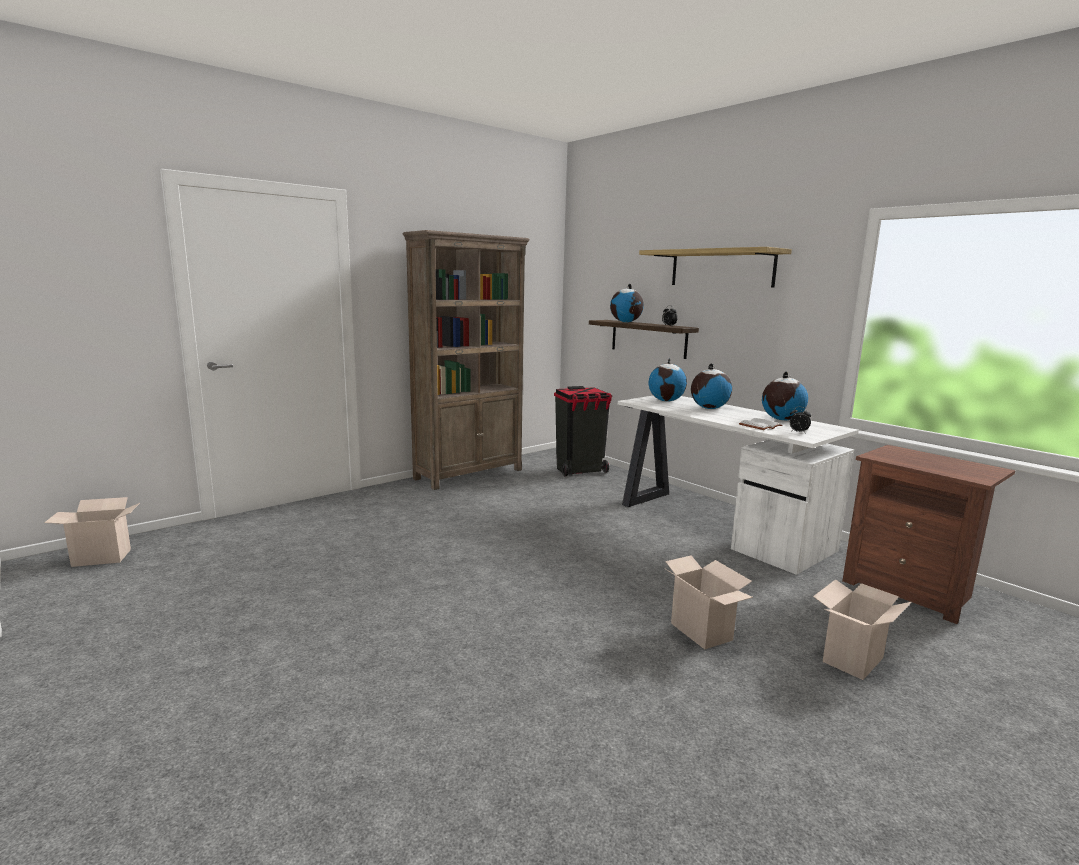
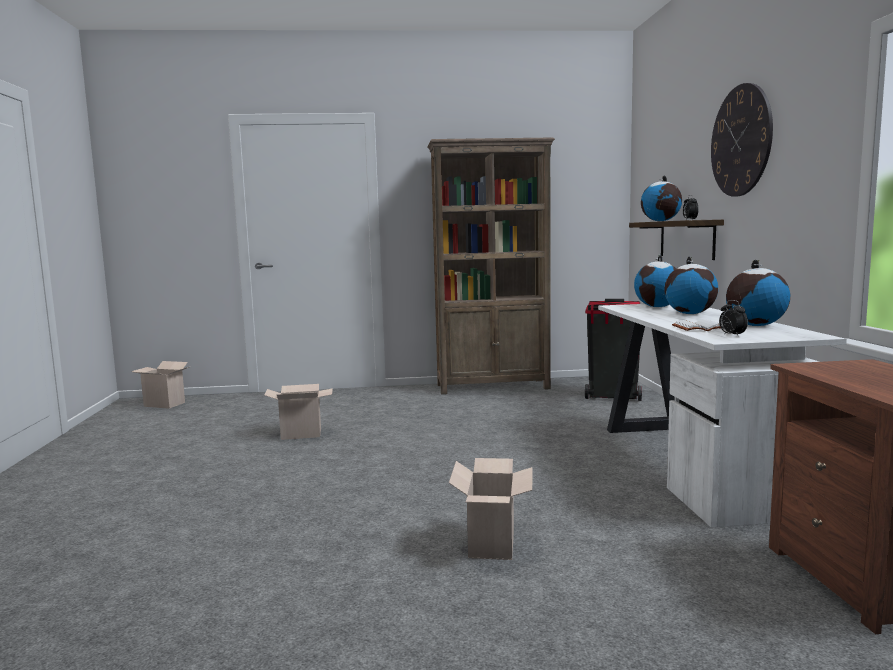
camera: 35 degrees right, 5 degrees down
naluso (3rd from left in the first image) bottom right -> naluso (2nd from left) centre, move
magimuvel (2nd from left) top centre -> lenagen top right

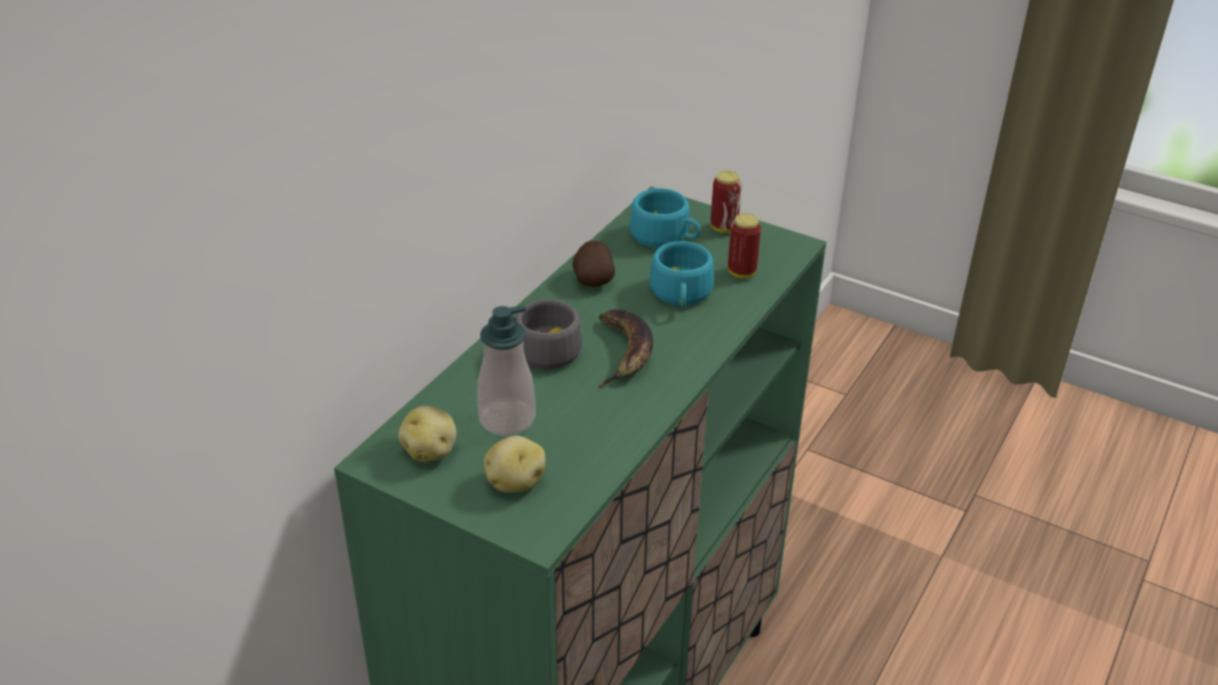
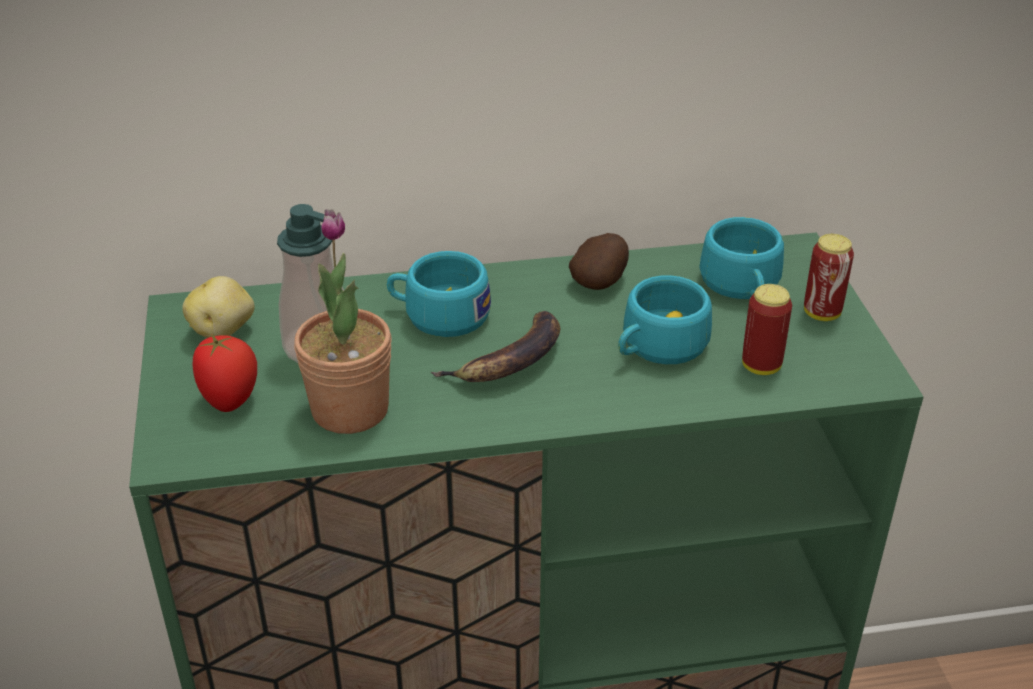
camera: 50 degrees right, 0 degrees up
none -> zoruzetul middle left
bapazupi (2nd from left) bottom centre -> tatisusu middle left
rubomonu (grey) centre -> rubomonu (turquoise) (1st from left) centre

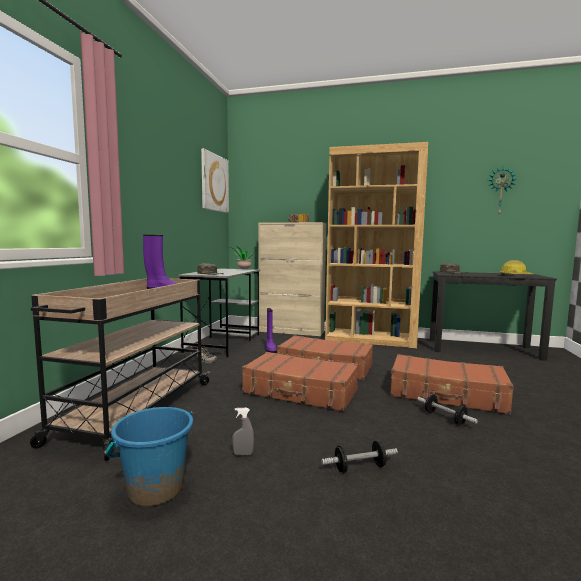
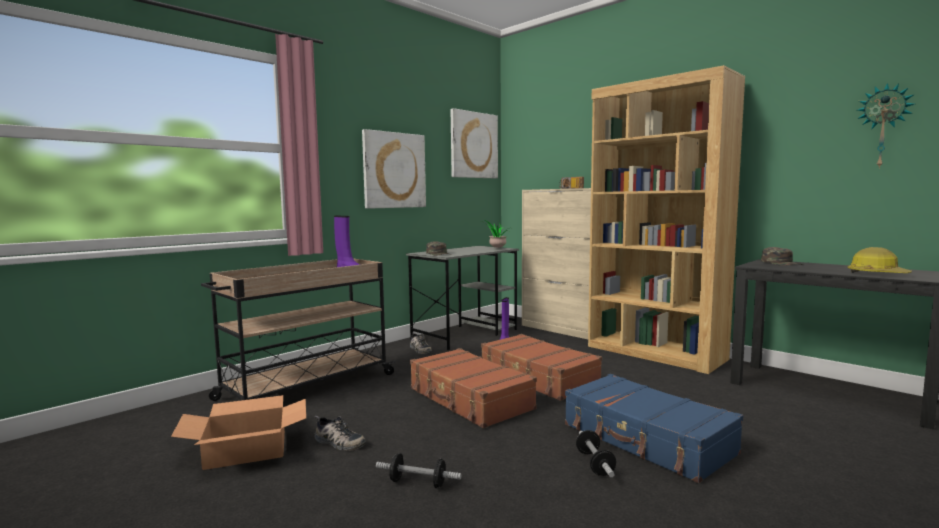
camera: 30 degrees right, 0 degrees up
none -> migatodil (1st from left) top centre
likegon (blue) bottom left -> naluso bottom left
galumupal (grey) bottom centre -> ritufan (1st from left) bottom centre
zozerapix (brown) (3rd from left) middle right -> zozerapix (blue) bottom right

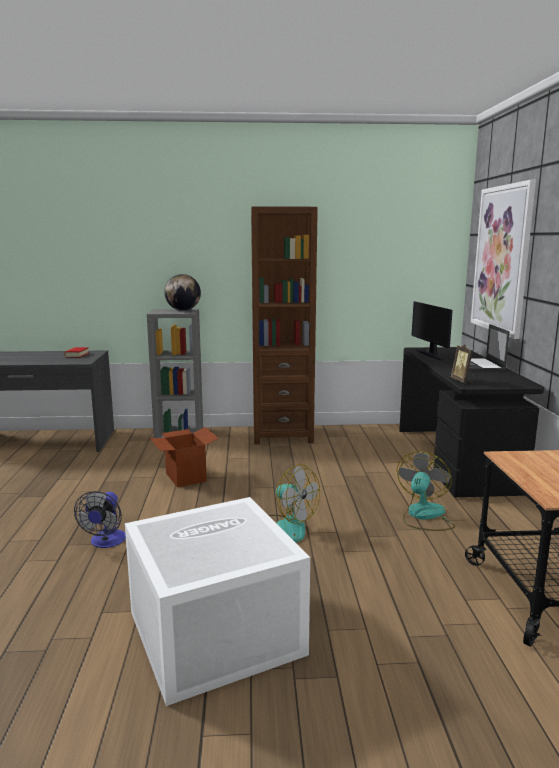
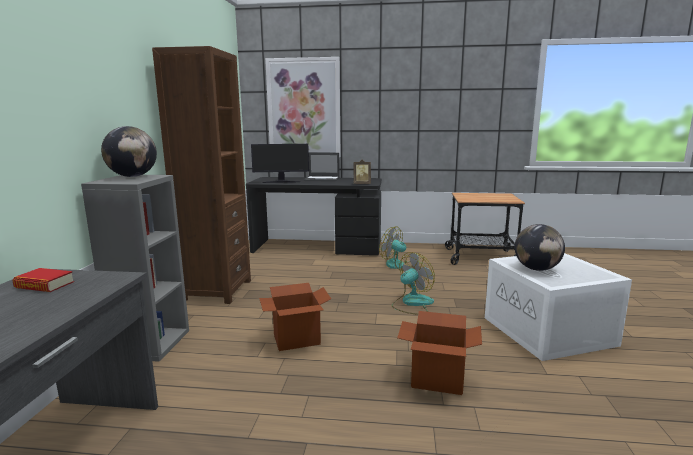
camera: 80 degrees left, 0 degrees up
none -> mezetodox (2nd from left) middle right
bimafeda (1st from left) bottom left -> naluso (2nd from left) bottom centre

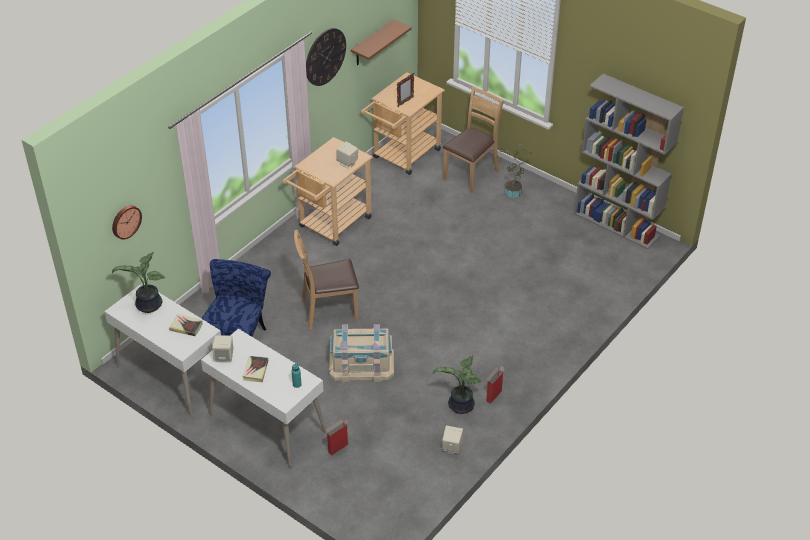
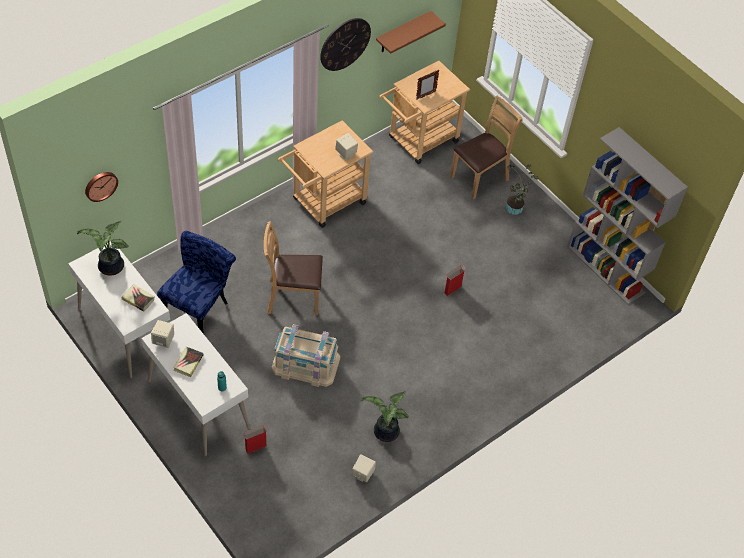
camera: 10 degrees right, 10 degrees up
naluso (2nd from left) bottom centre -> naluso (2nd from left) centre, move

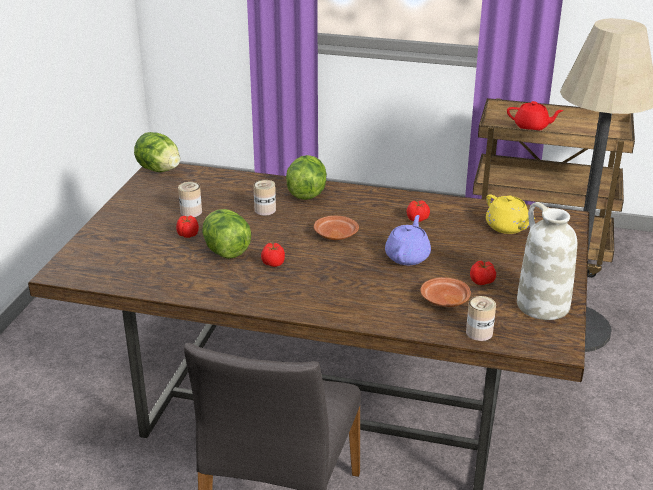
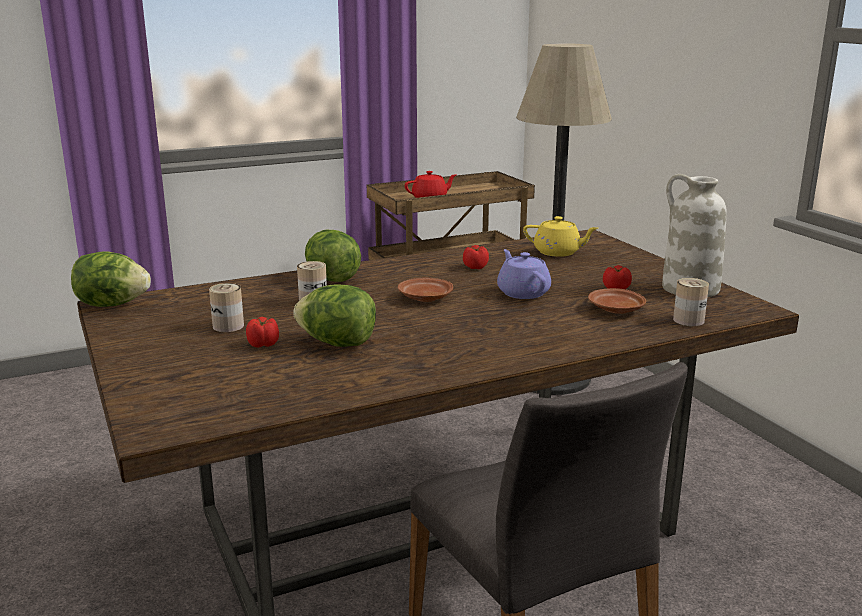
camera: 40 degrees left, 10 degrees down
tatisusu (2nd from left) centre -> none

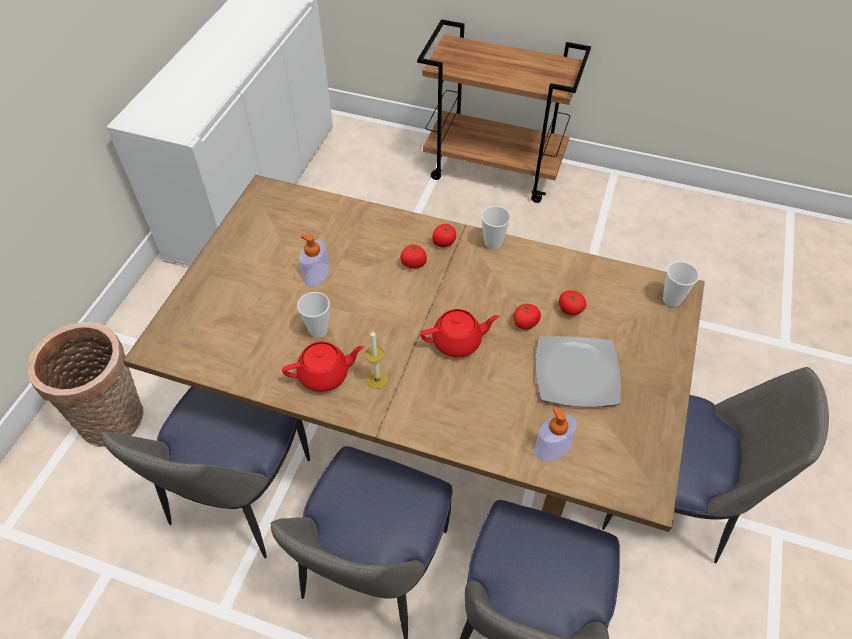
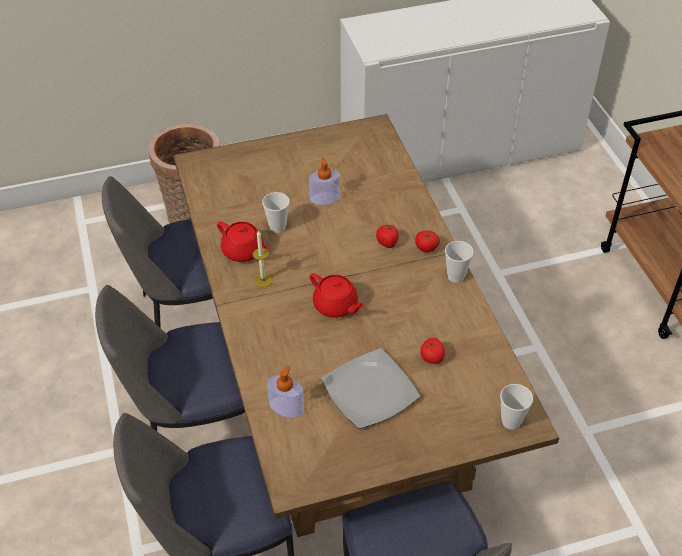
camera: 55 degrees right, 5 degrees down
tatisusu (3rd from left) centre -> none

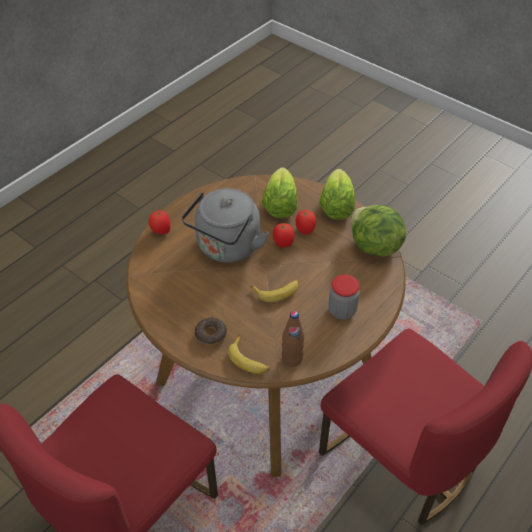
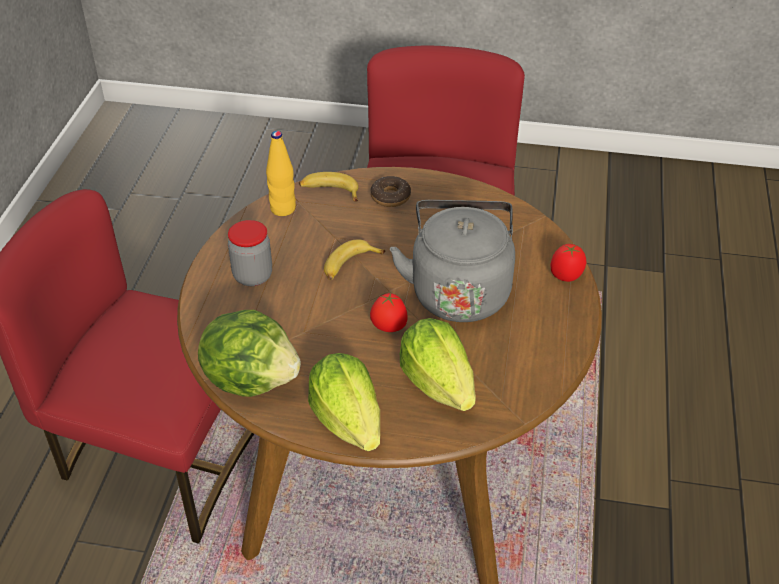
camera: 150 degrees right, 5 degrees down
tatisusu (3rd from left) centre -> none
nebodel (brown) centre -> nebodel (yellow) top centre

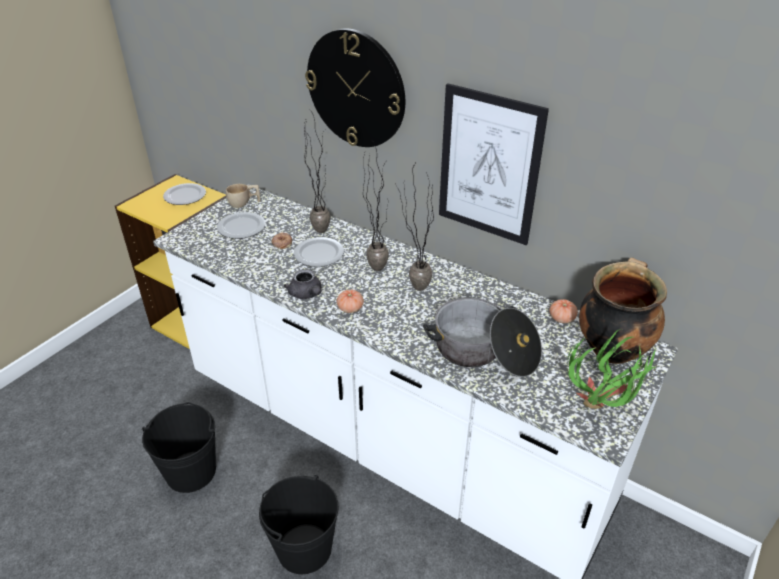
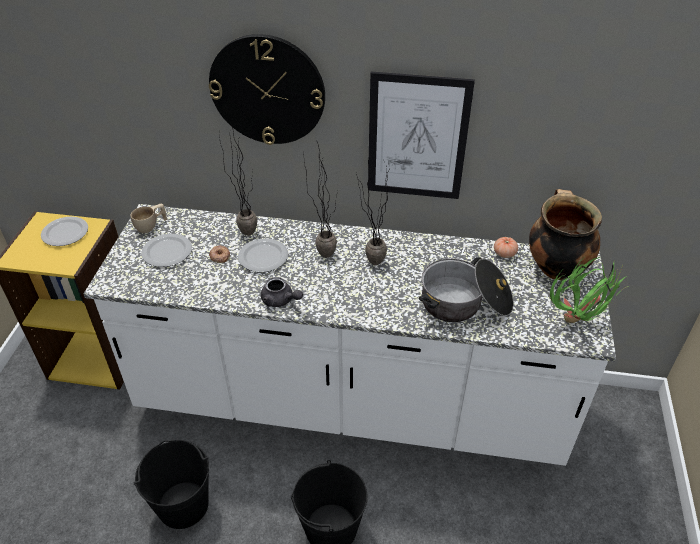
camera: 25 degrees left, 5 degrees up
tatisusu (1st from left) centre -> none

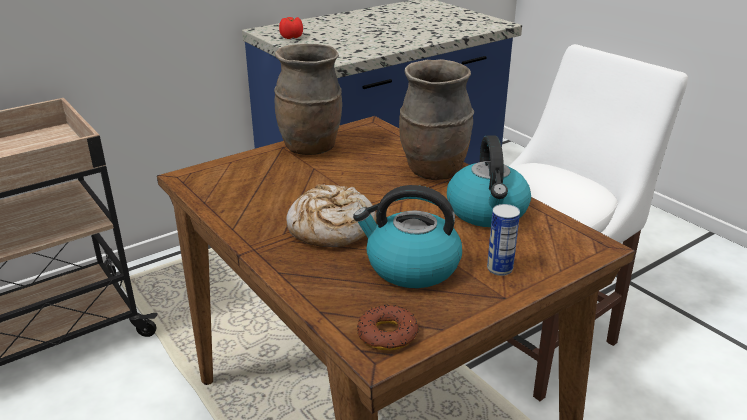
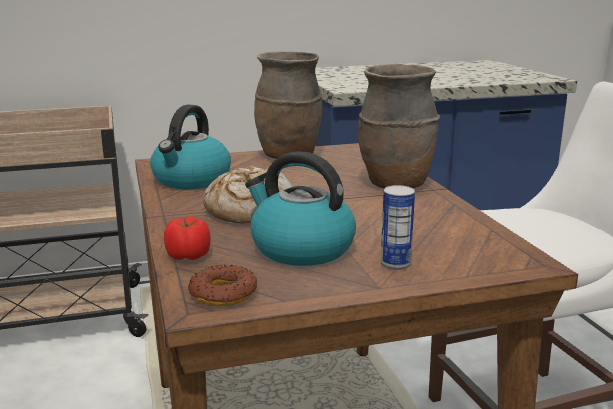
camera: 20 degrees right, 10 degrees down
tatisusu top centre -> tatisusu middle left, move
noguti (2nd from left in the first image) centre -> noguti (1st from left) middle left, move

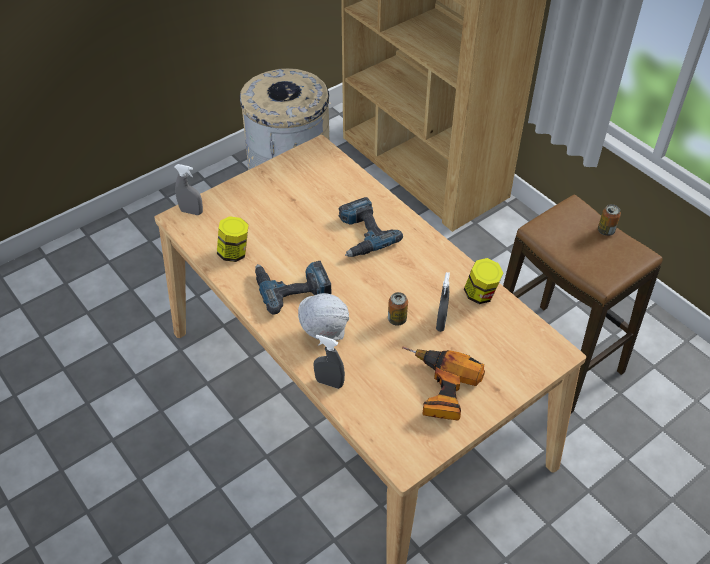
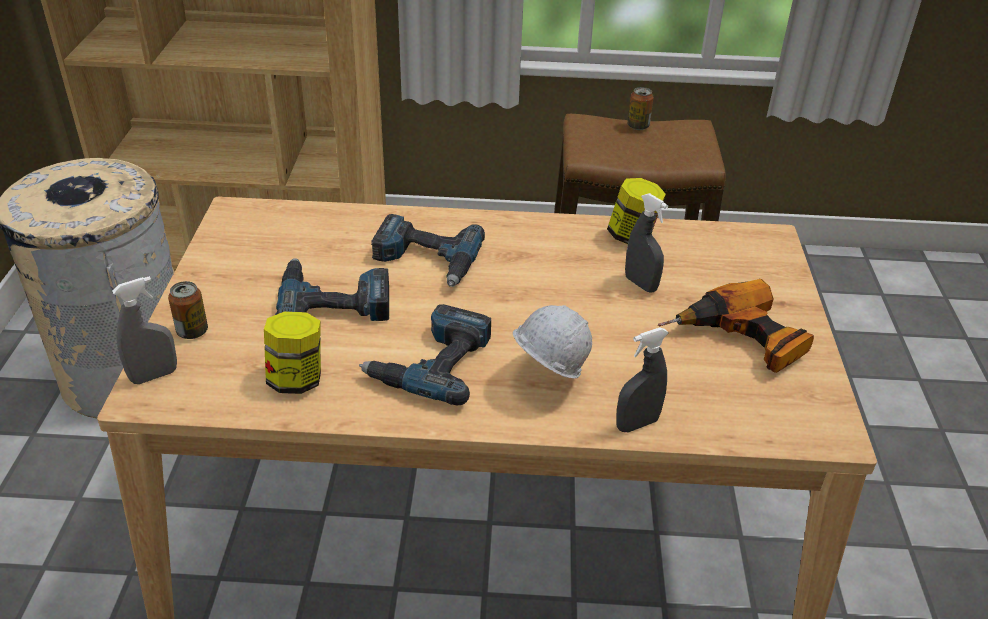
camera: 50 degrees left, 10 degrees down
none -> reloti (1st from left) centre
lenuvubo (1st from left) centre -> lenuvubo (1st from left) middle left, move

